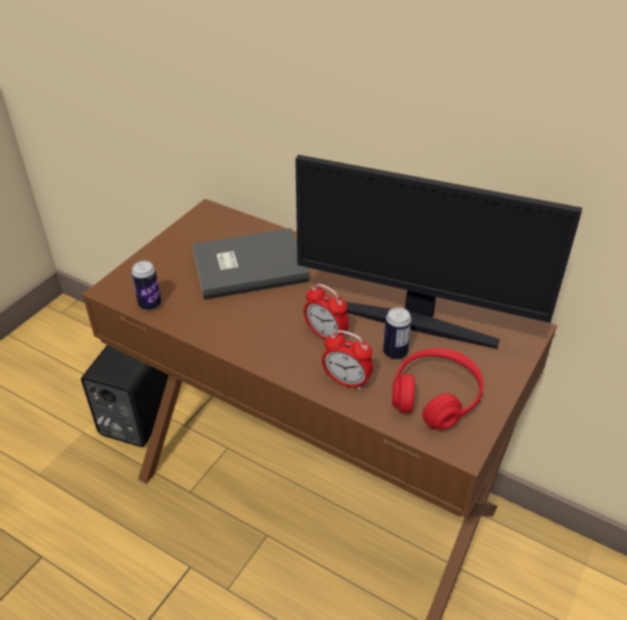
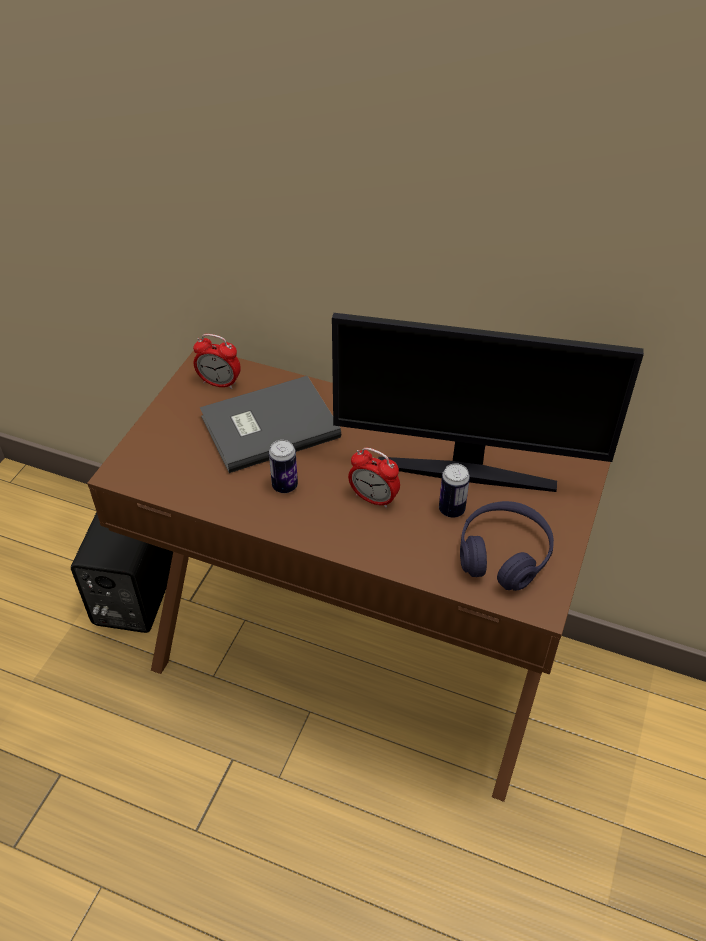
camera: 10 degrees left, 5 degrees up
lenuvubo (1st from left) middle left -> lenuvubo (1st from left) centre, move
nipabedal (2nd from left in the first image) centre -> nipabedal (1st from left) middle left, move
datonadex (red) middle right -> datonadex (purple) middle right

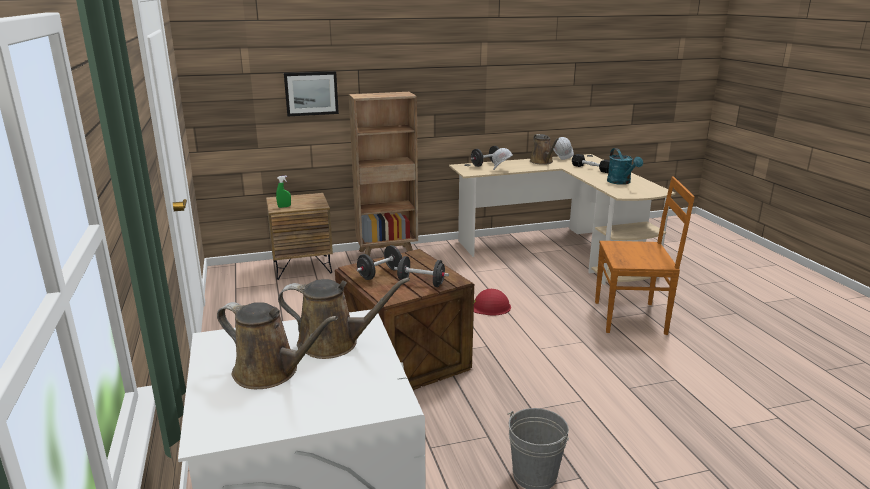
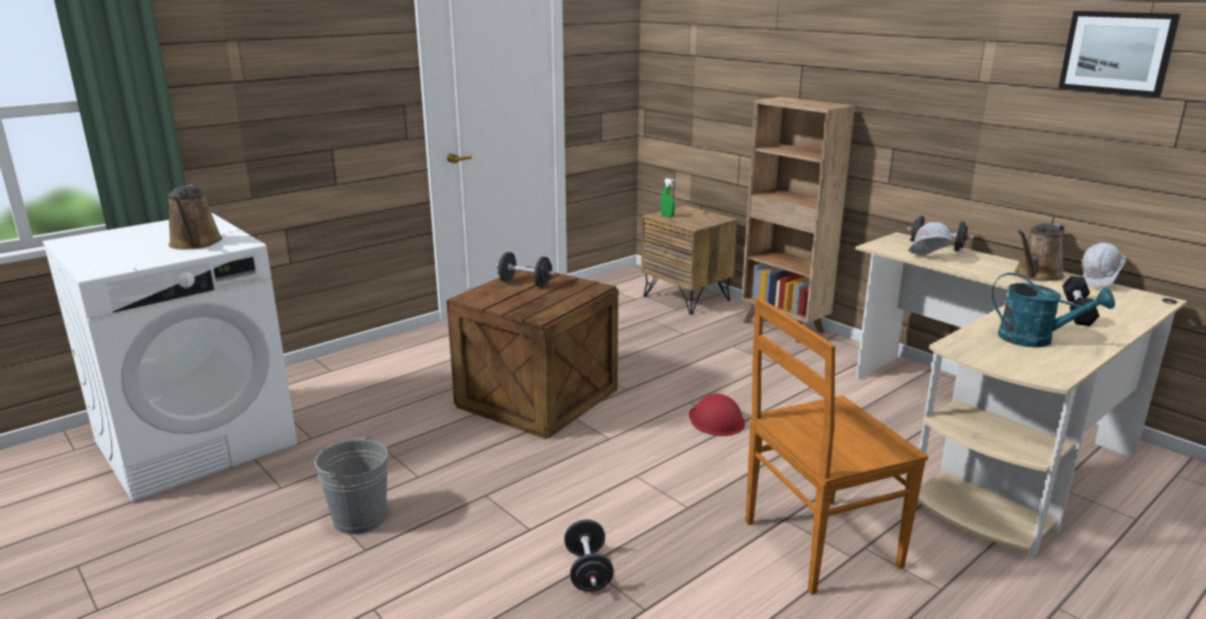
camera: 65 degrees right, 0 degrees up
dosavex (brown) (1st from left) bottom left -> none
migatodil top centre -> migatodil top right, move
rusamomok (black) (2nd from left) centre -> rusamomok (black) (2nd from left) bottom centre, move
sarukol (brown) middle right -> sarukol (brown) bottom right, 90 degrees clockwise
dosavex (turquoise) middle right, 105 degrees counterclockwise

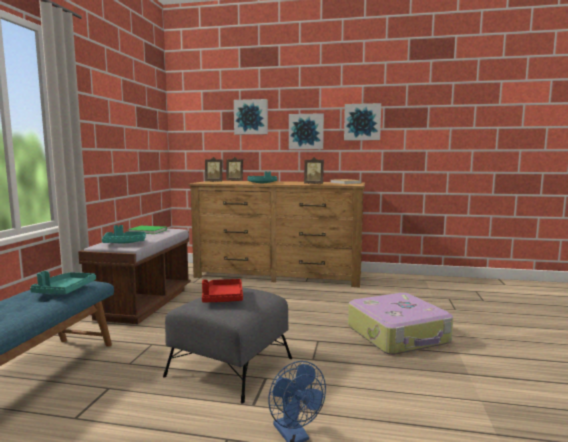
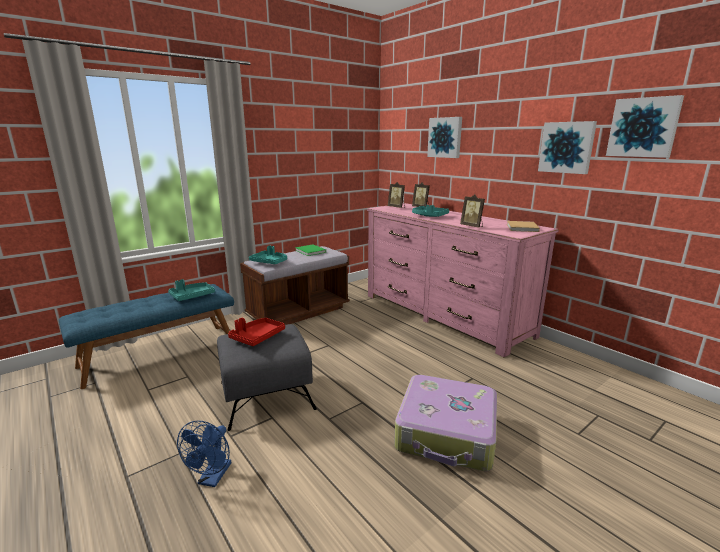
camera: 40 degrees right, 10 degrees up
migatodil (2nd from left in the first image) top centre -> migatodil (3rd from left) top right, move
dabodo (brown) centre -> dabodo (pink) centre

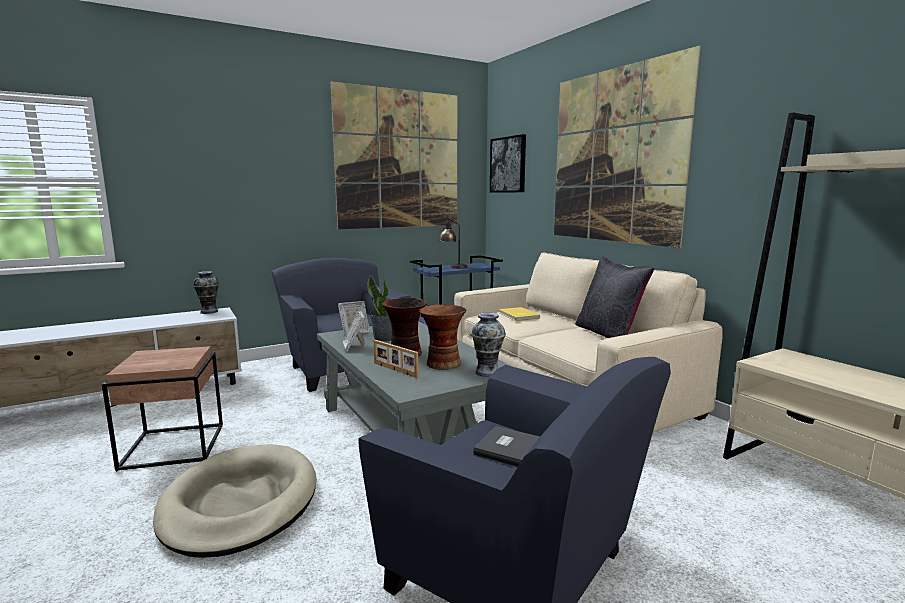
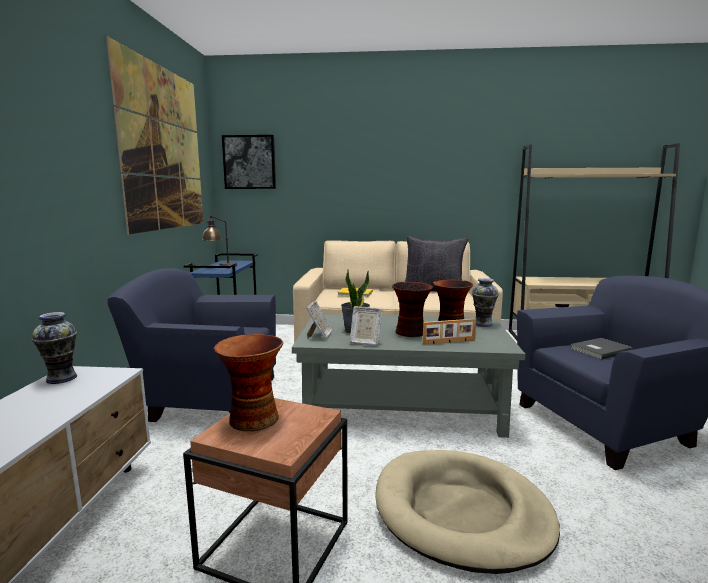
camera: 55 degrees left, 0 degrees up
migatodil (3rd from left) top right -> none
none -> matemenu (2nd from left) centre

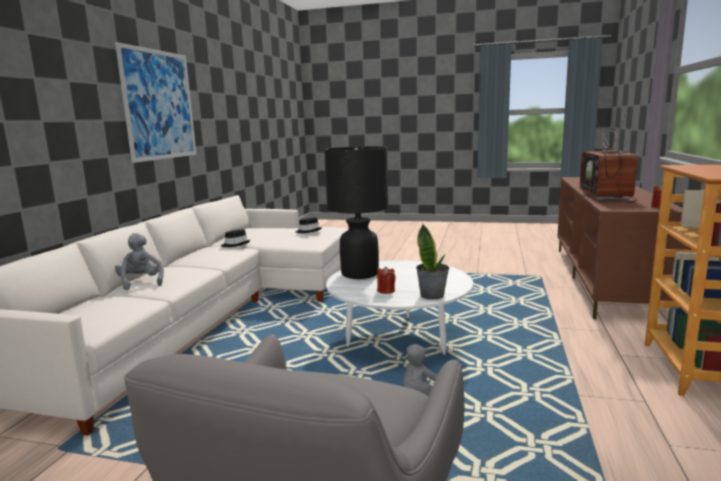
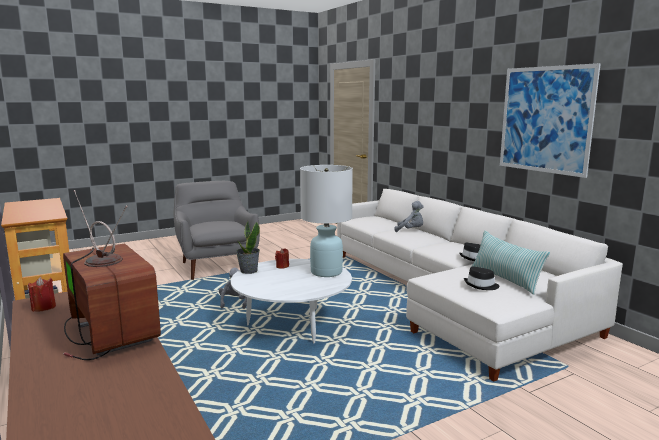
camera: 135 degrees right, 0 degrees up
none -> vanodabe middle right
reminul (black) centre -> reminul (white) centre

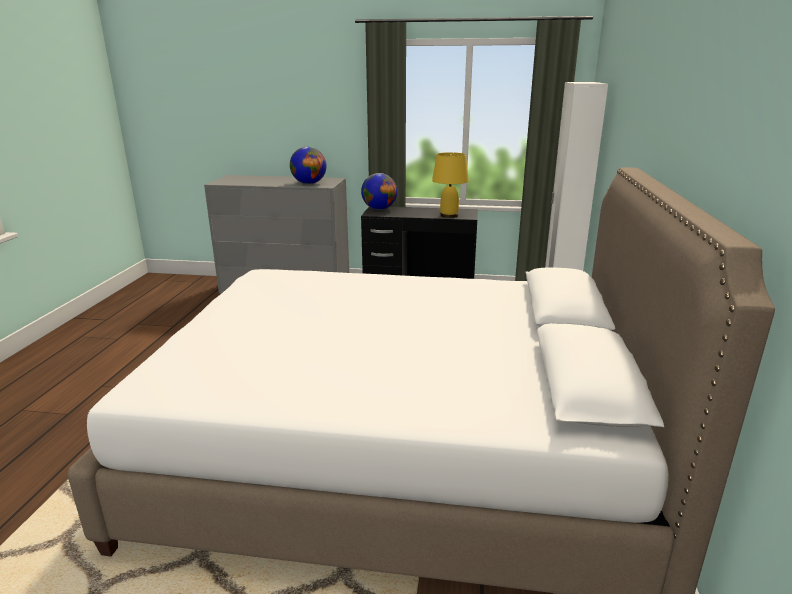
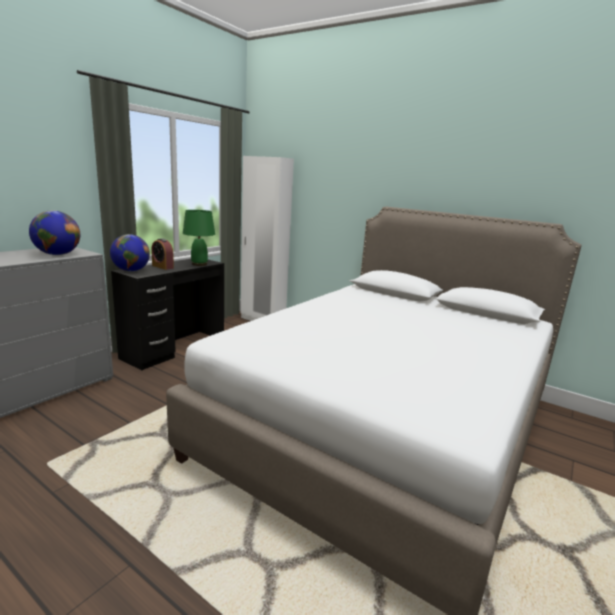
camera: 65 degrees left, 5 degrees down
none -> nipabedal middle left
reminul (yellow) top centre -> reminul (green) middle left

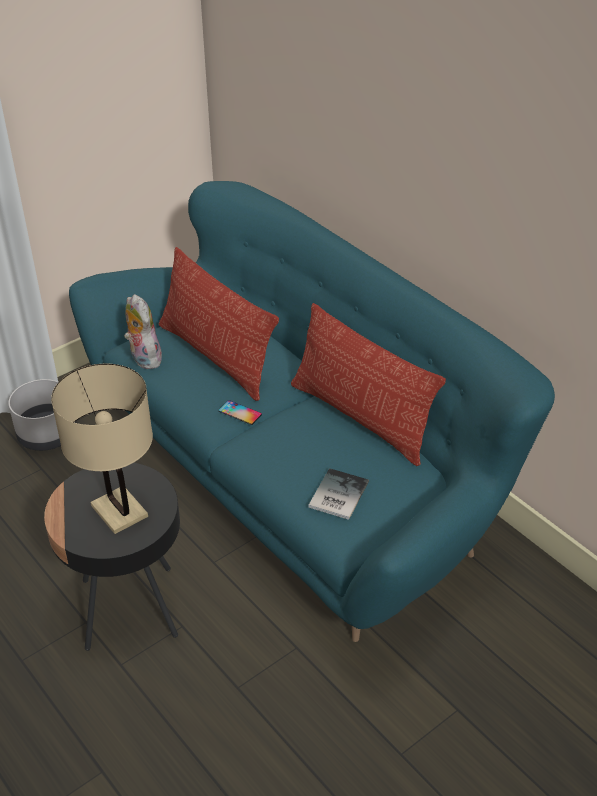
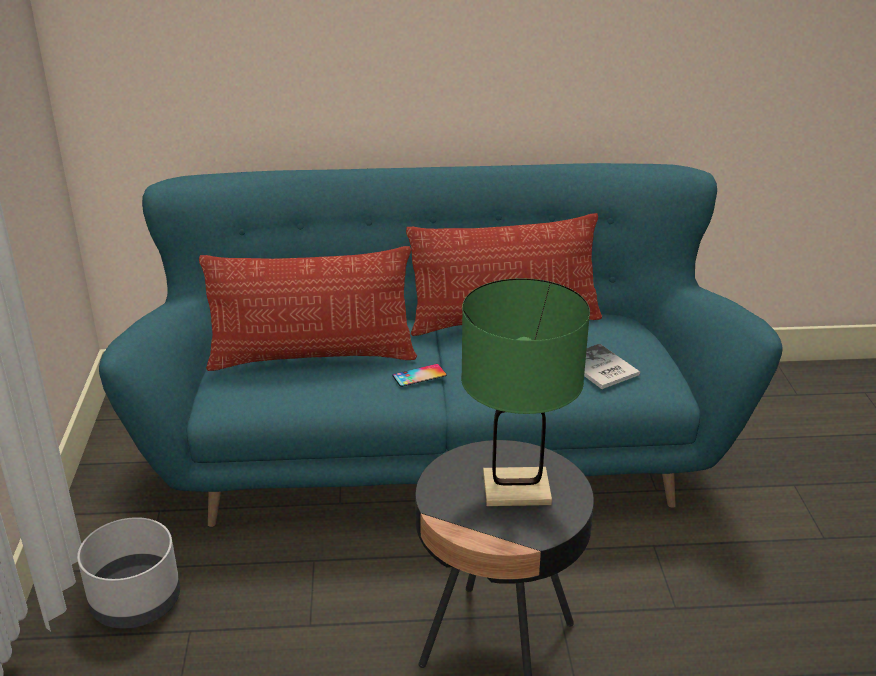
camera: 55 degrees left, 10 degrees down
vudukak middle left -> none
reminul (beige) middle left -> reminul (green) centre

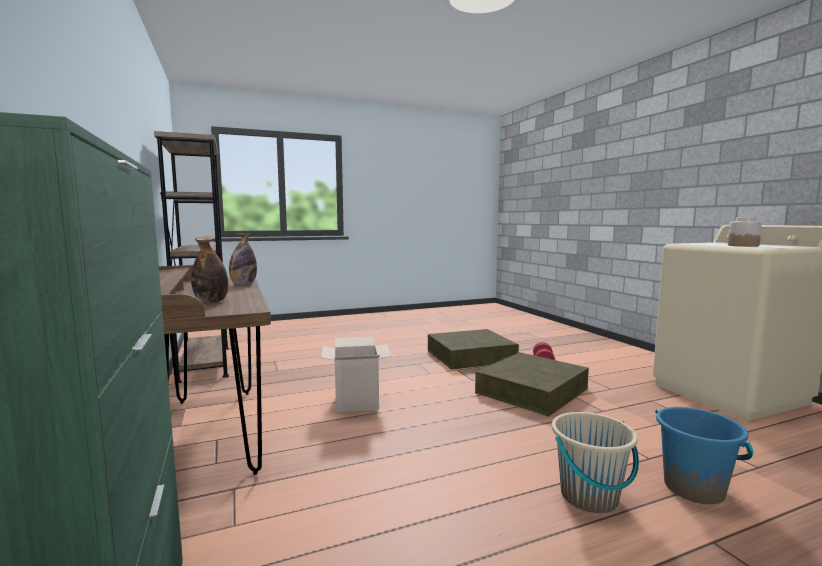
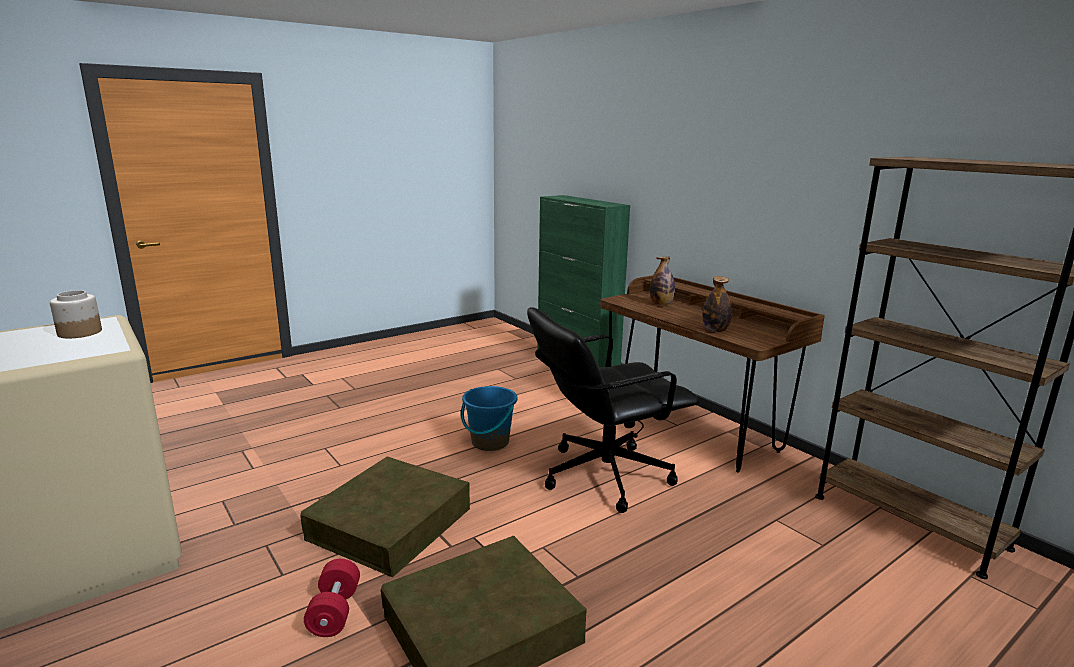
camera: 165 degrees right, 10 degrees up
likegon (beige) bottom right -> none
likegon (blue) bottom right -> likegon (blue) centre, move
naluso centre -> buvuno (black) centre

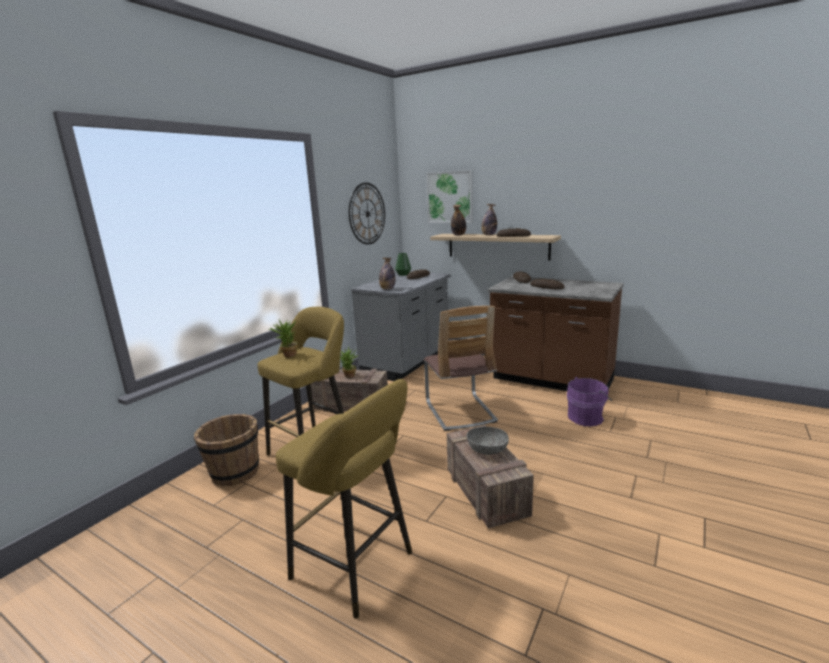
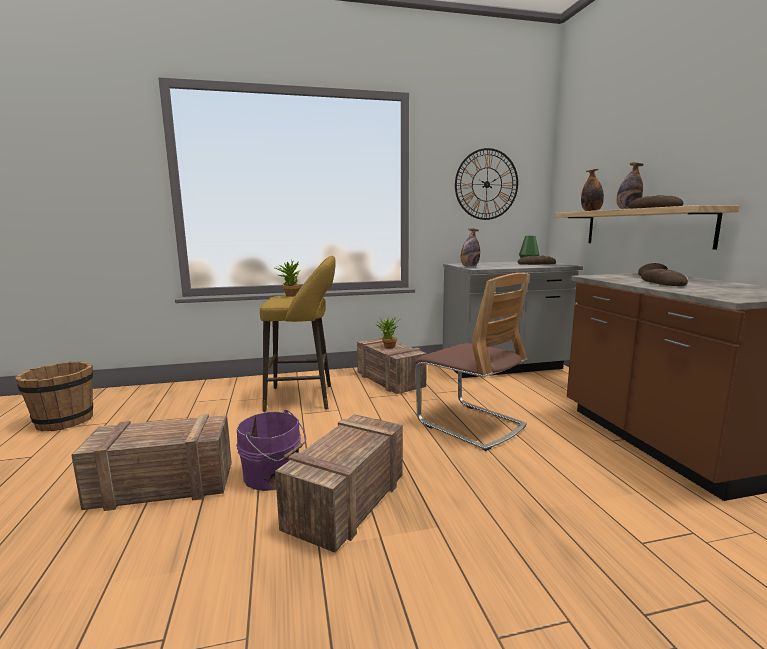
camera: 45 degrees right, 5 degrees down
migatodil top centre -> none
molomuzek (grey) centre -> none
likegon (brown) bottom left -> likegon (brown) middle left, move
likegon (purple) middle right -> likegon (purple) bottom centre, move
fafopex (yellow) (2nd from left) bottom centre -> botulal (1st from left) bottom left
sarukol centre, 75 degrees counterclockwise

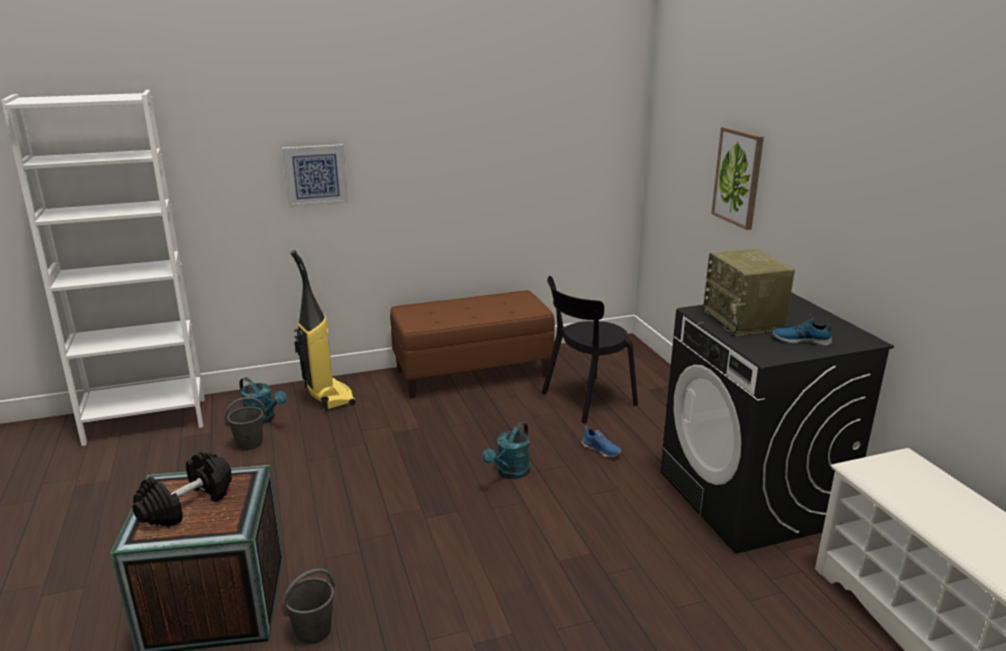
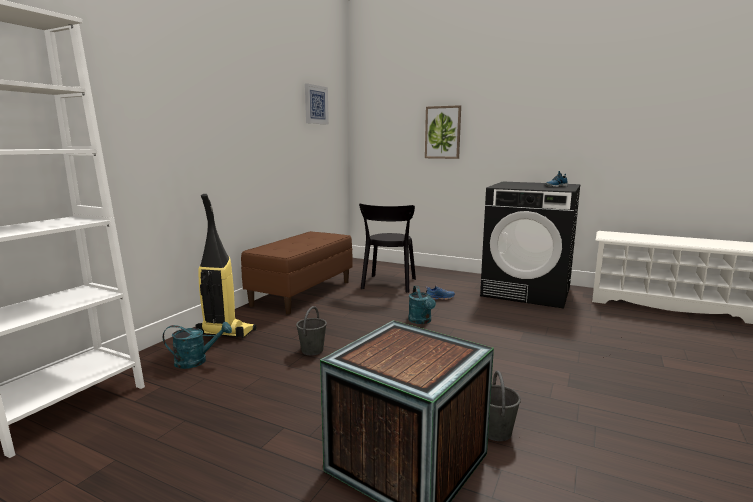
camera: 45 degrees left, 10 degrees down
rusamomok (black) bottom left -> none
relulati middle right -> none
likegon (grey) (1st from left) middle left -> likegon (grey) (1st from left) centre, move
migatodil (1st from left) top left -> migatodil (1st from left) top centre, move

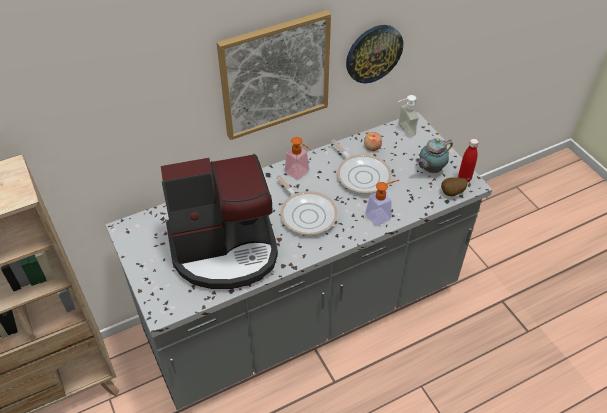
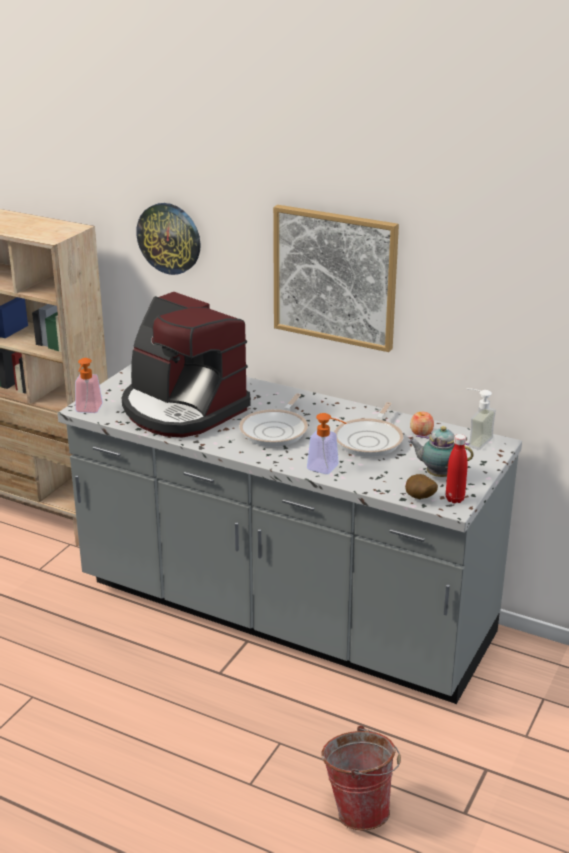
camera: 55 degrees right, 20 degrees down
none -> likegon bottom centre
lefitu (1st from left) centre -> lefitu (1st from left) middle left, move
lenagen top centre -> lenagen top left, move

